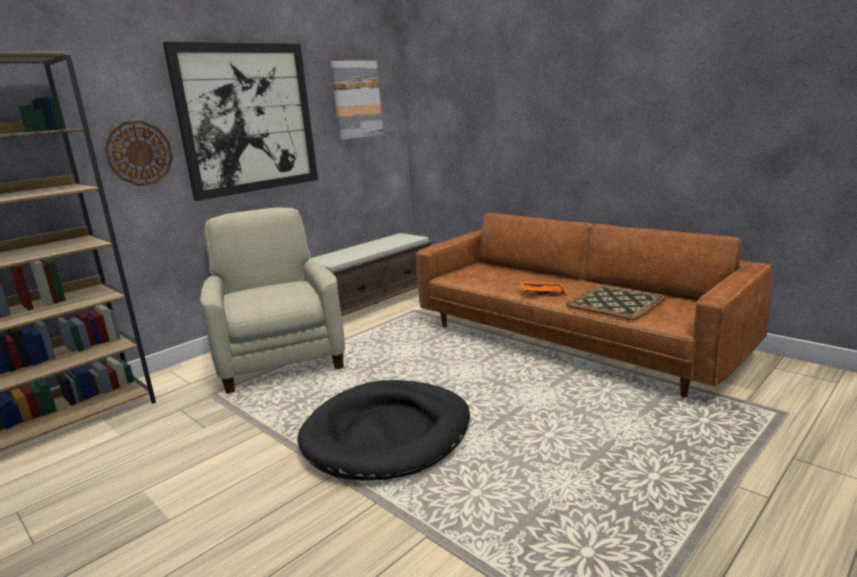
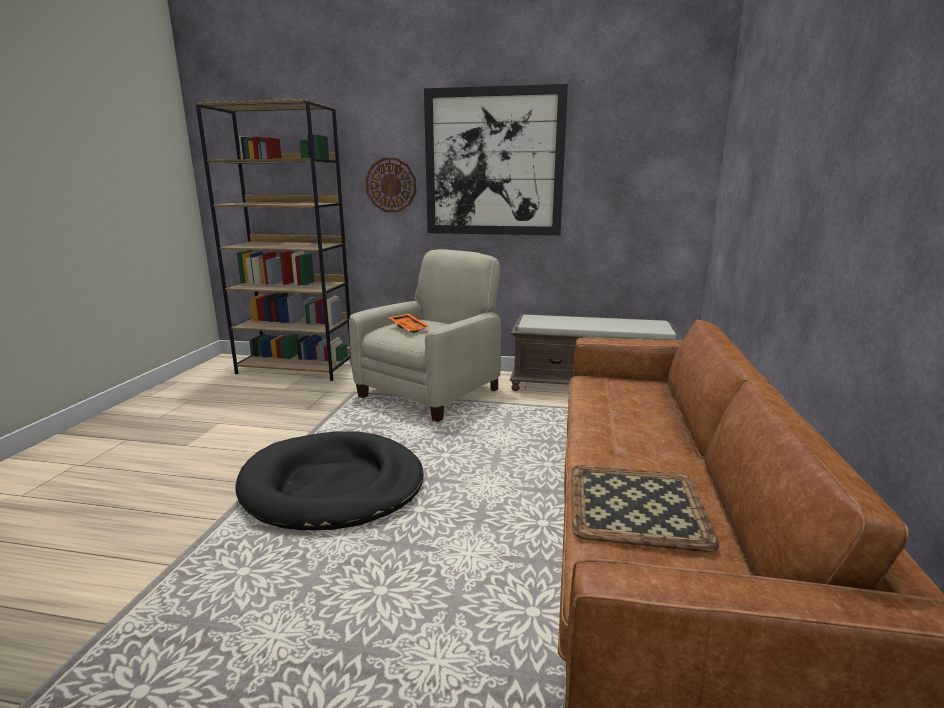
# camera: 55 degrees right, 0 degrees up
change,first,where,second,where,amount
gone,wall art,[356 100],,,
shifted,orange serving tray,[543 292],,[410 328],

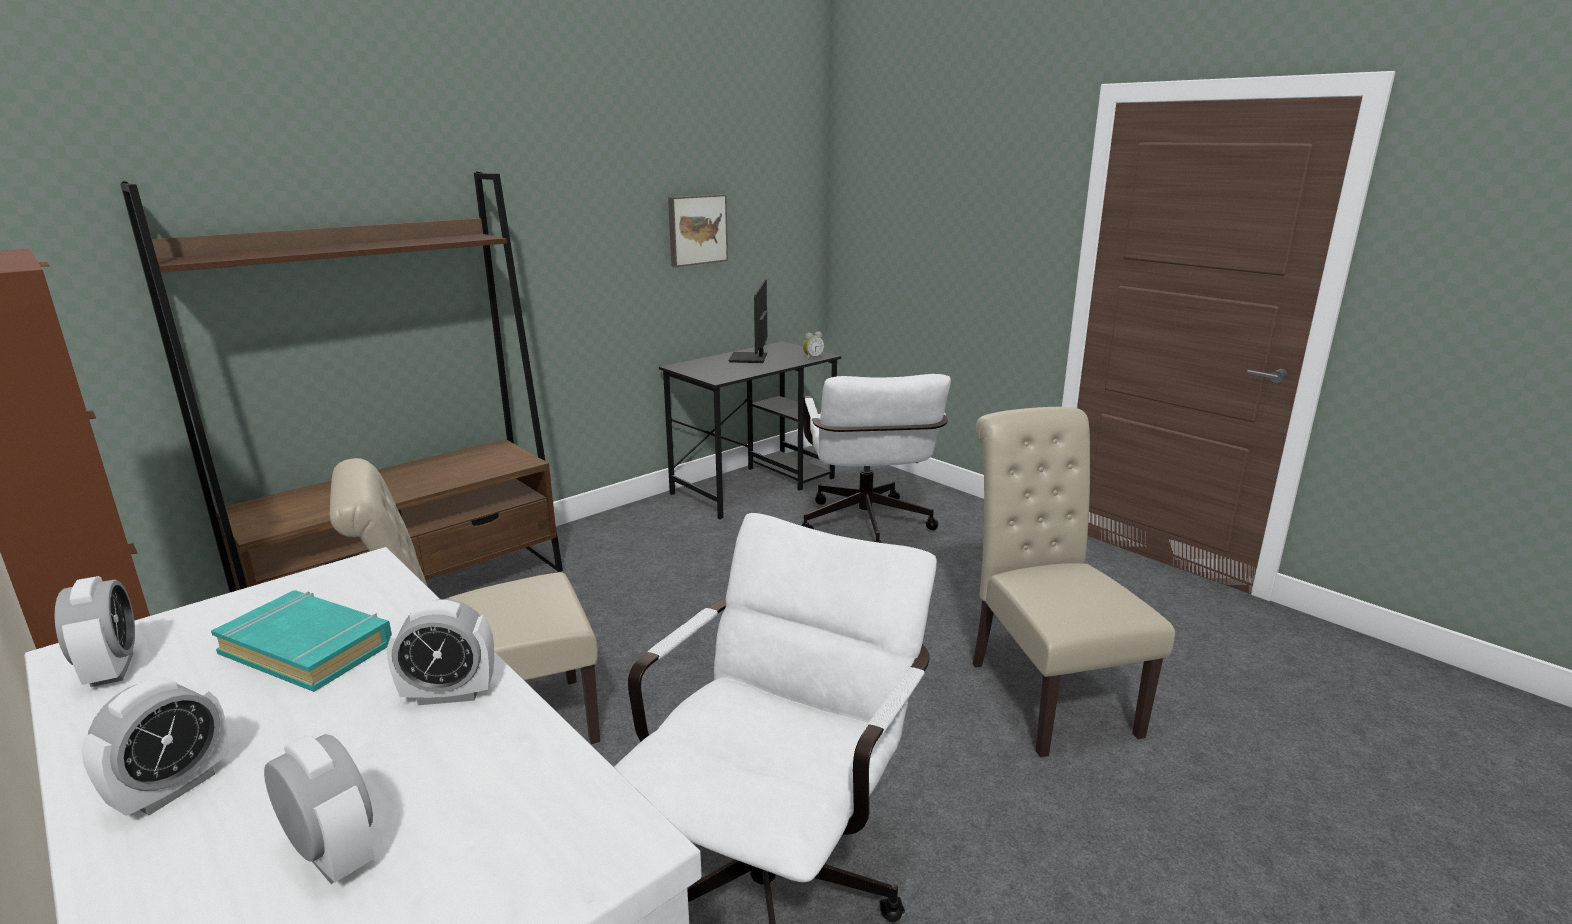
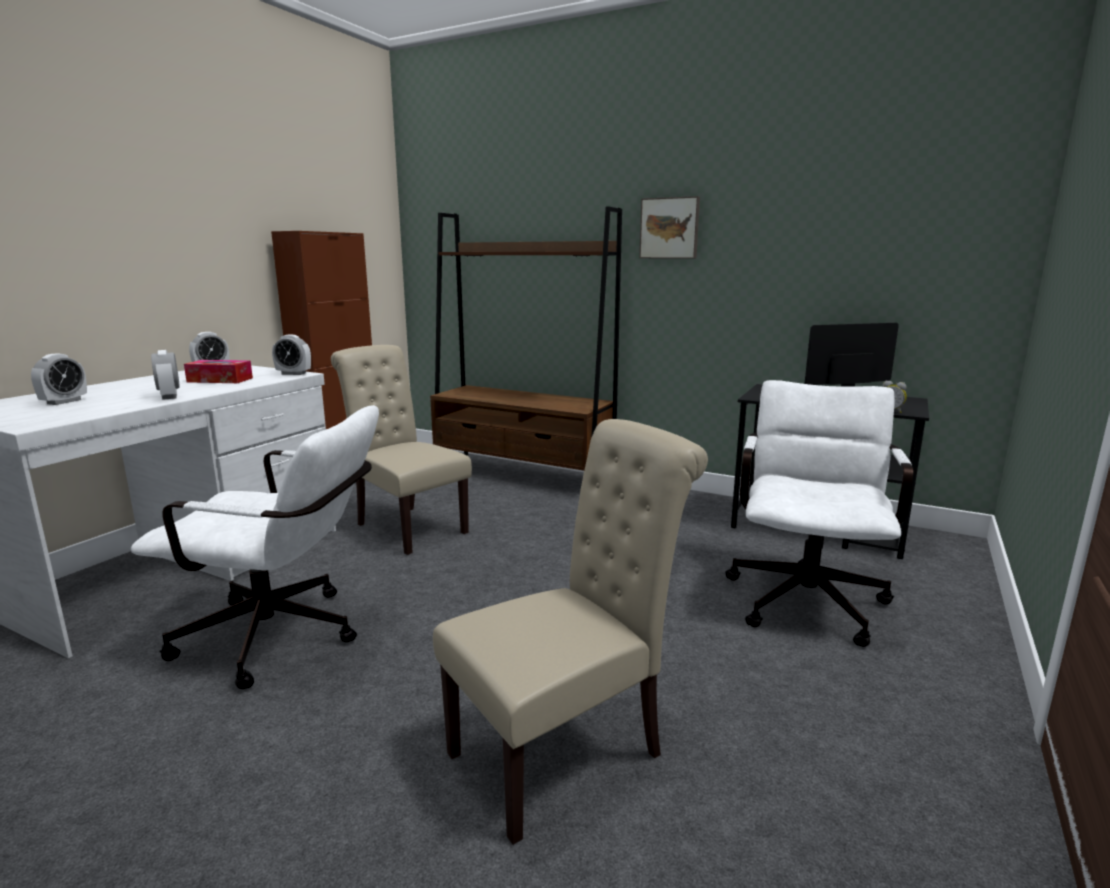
# camera: 70 degrees right, 5 degrees down
change,first,where,second,where,amount
shifted,table clock,[173 789],,[293 373],
swapped,turquoise-coloured book,[308 648],tissue box,[220 380],
shifted,wall art,[696 229],,[669 228],
rotated,white-coloured office chair,[867 530],,[806 595],135 degrees clockwise

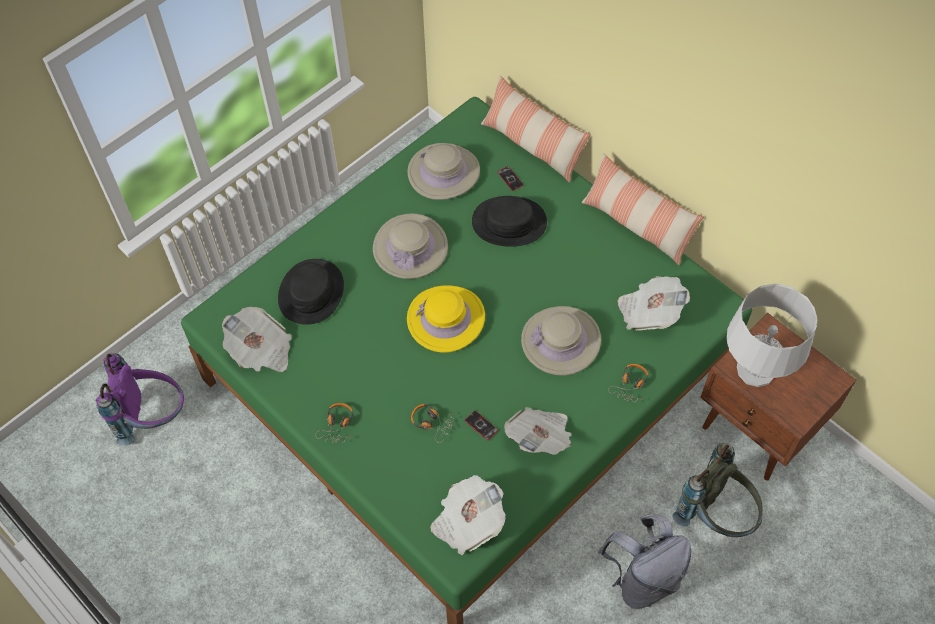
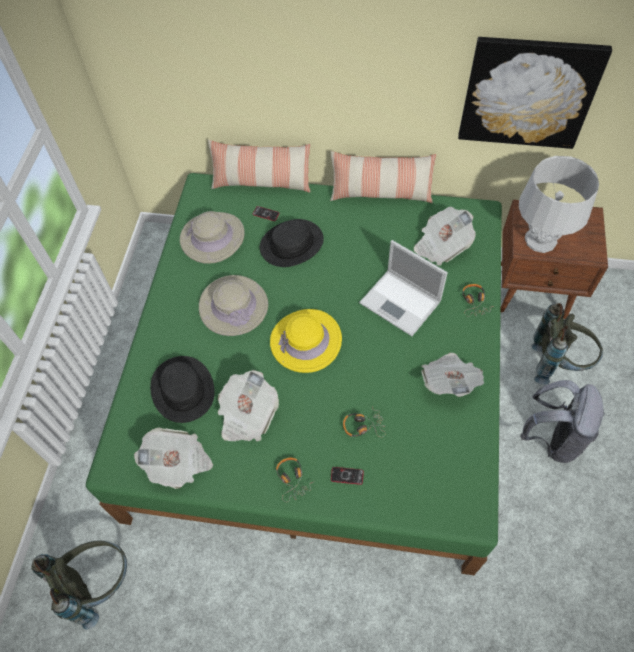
# camera: 35 degrees left, 0 degrees up
change,first,where,second,where,amount
repainted,purplish rucksack,[153 417],grey rucksack,[99 584],
shifted,daily paper,[467 522],,[247 415],
shifted,phone,[481 425],,[347 476],
swapped,beige-coloured clothing hat,[561 341],laptop,[401 303],
new,,,wall art,[528 93],

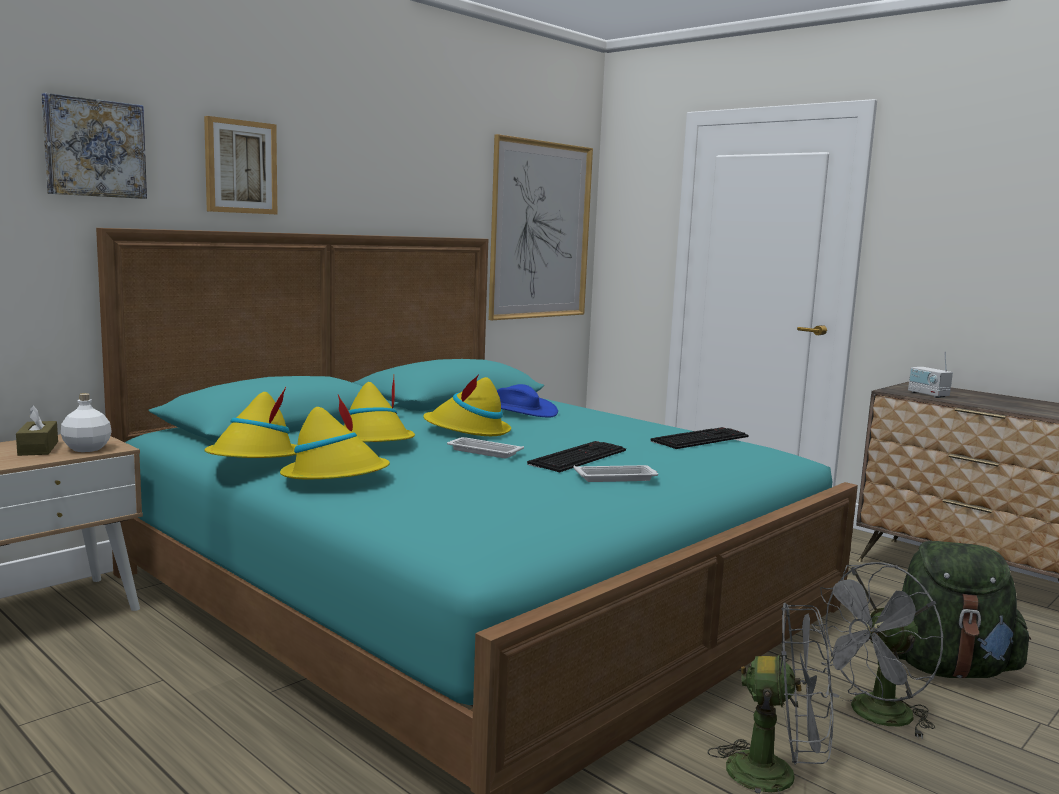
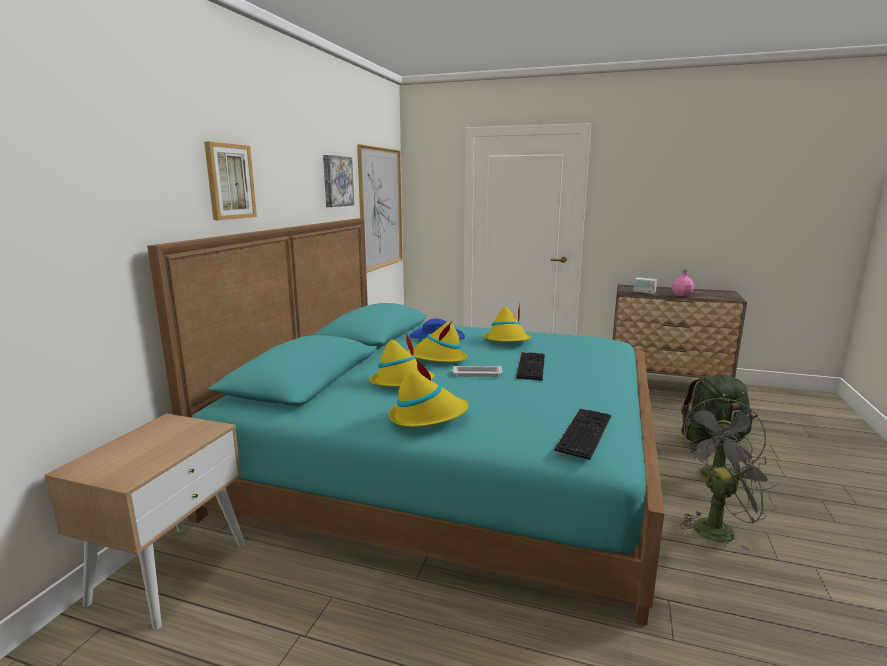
# camera: 25 degrees left, 5 degrees up
change,first,where,second,where,amount
gone,brown-coloured tissue box,[38 448],,,
shifted,wall art,[94 148],,[336 181],
gone,white-coloured beverage bottle,[87 449],,,
shifted,yellowish clothing hat,[255 458],,[507 341],
gone,white-coloured serving tray,[617 478],,,
shifted,computer keyboard,[700 438],,[583 432],
new,,,pink beverage bottle,[681 295],

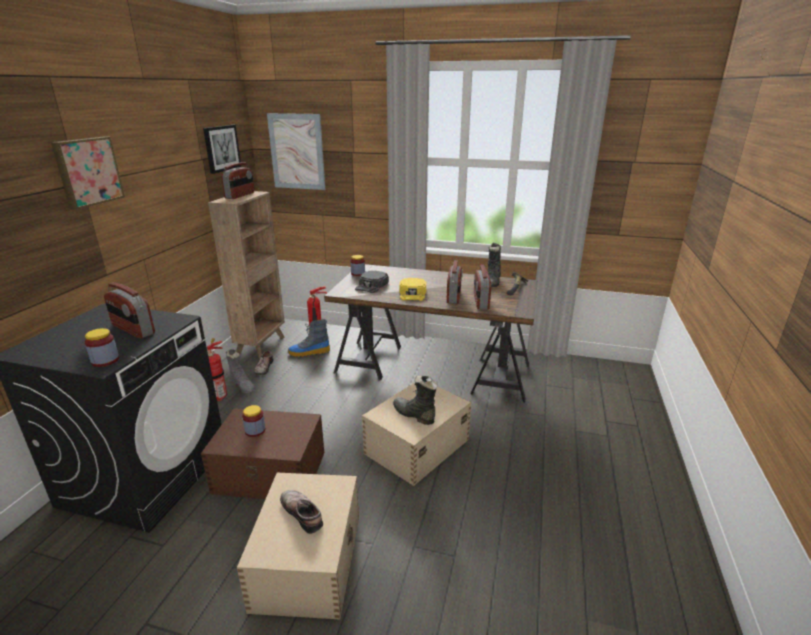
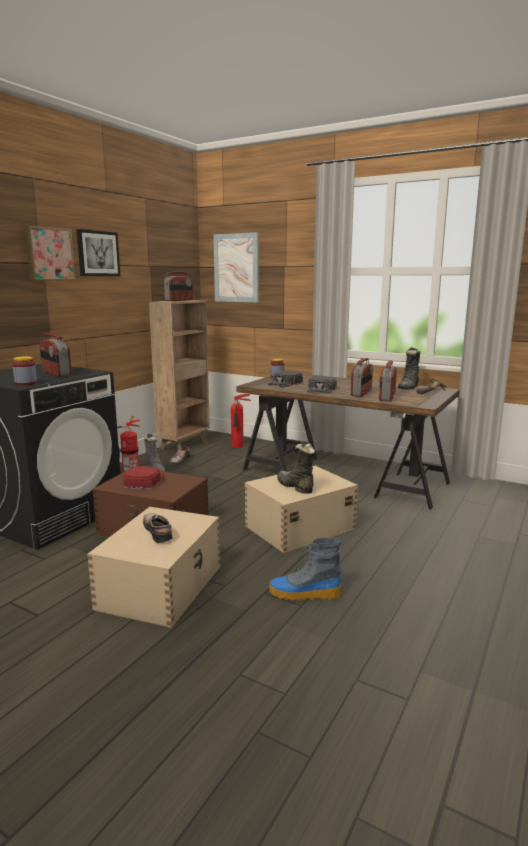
# camera: 15 degrees right, 10 degrees down
change,first,where,second,where,amount
shifted,wall art,[221 148],,[98 253],
swapped,preserve jar,[255 430],red baseball cap,[144 481],
shifted,boot,[309 352],,[304 594],
repainted,yellowish baseball cap,[413 293],black baseball cap,[321 389],

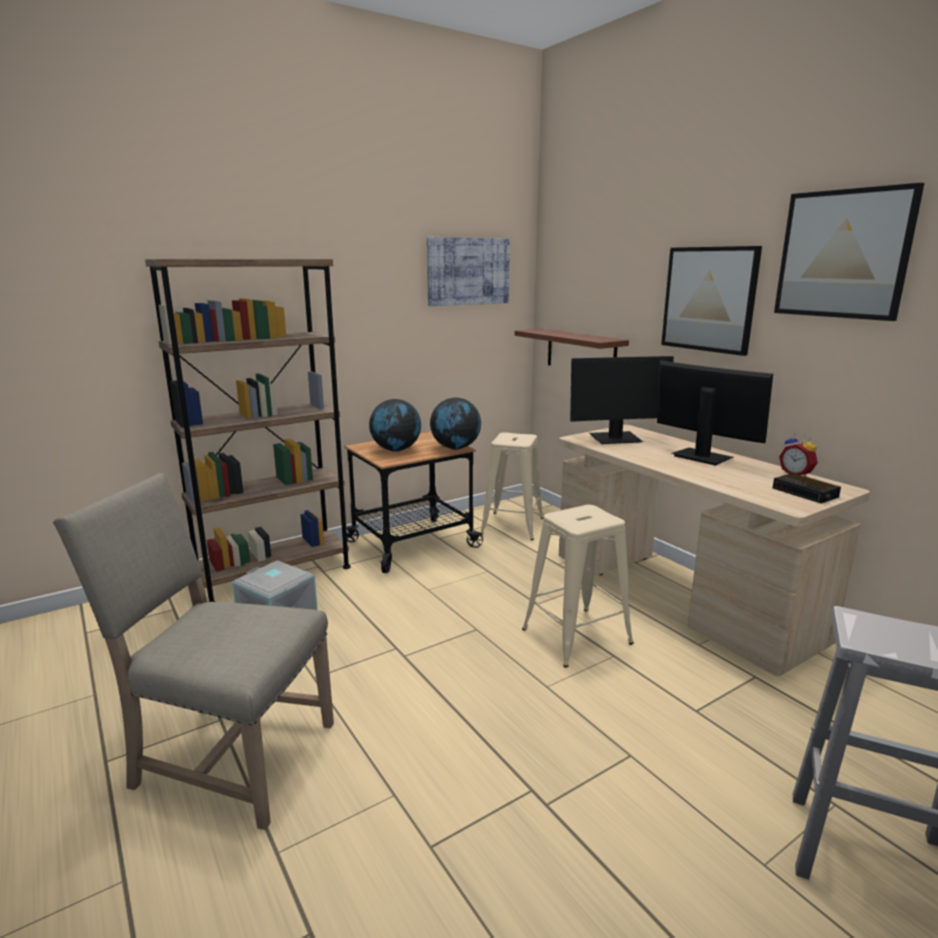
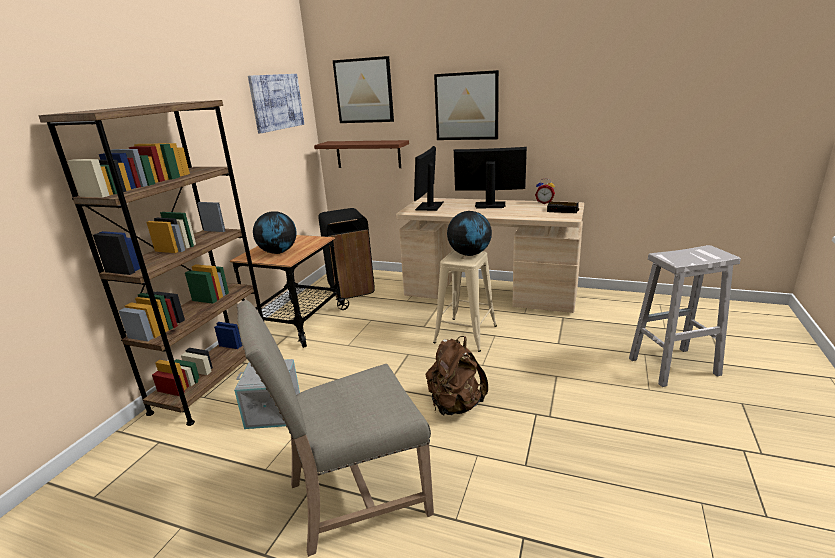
# camera: 35 degrees left, 5 degrees up
change,first,where,second,where,amount
shifted,world globe,[456 448],,[469 254],
swapped,beige-coloured stool seat,[512 526],black rubbish bin,[351 288],
rotated,monitor,[615 439],,[429 207],150 degrees clockwise
shifted,wall art,[843 254],,[364 91],
new,,,brown-coloured rucksack,[455 405],

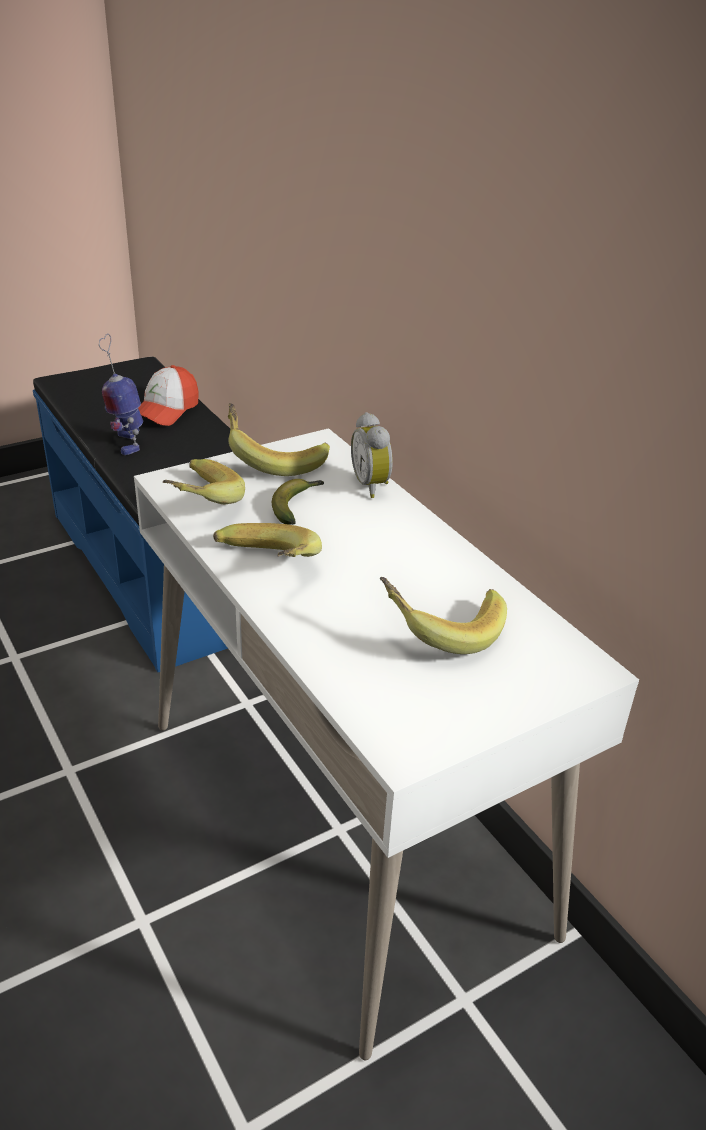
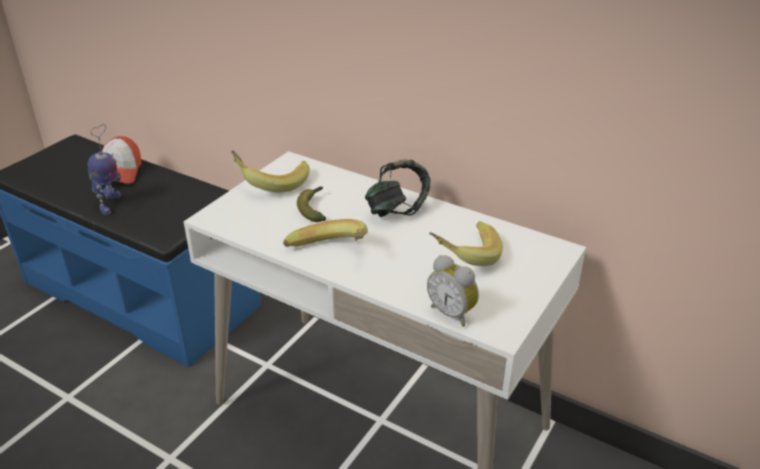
# camera: 25 degrees left, 0 degrees up
change,first,where,second,where,amount
rotated,model robot,[126 443],,[110 204],135 degrees counterclockwise
gone,banana fruit,[197 503],,,
shifted,table clock,[373 485],,[452 313],
new,,,headset,[397 210],

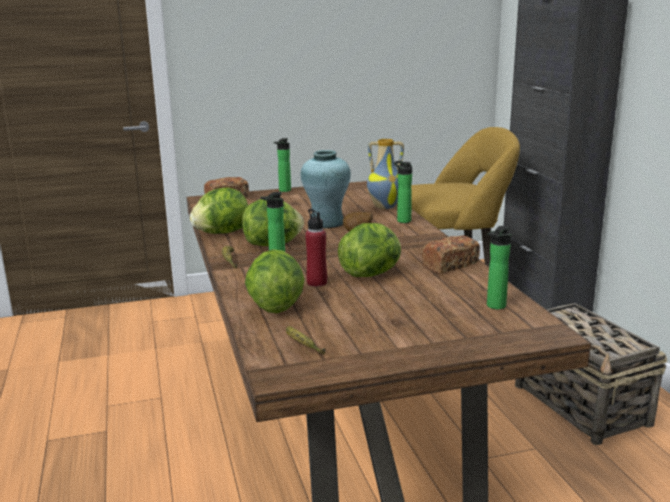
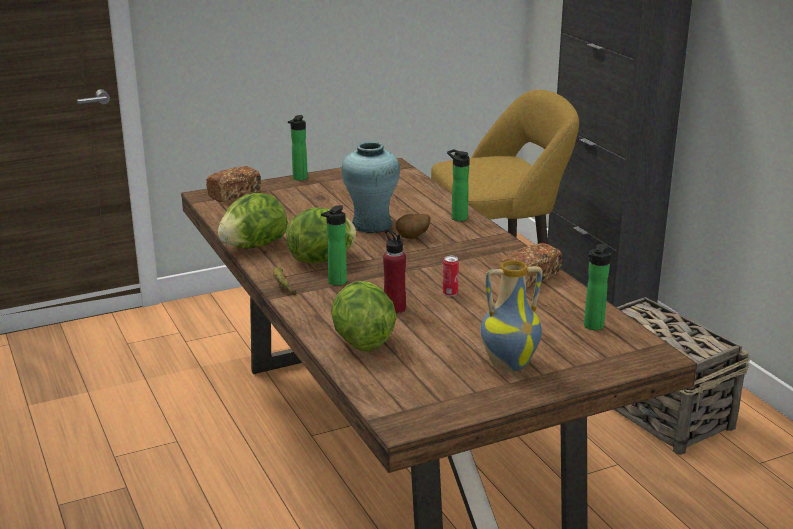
# camera: 10 degrees left, 5 degrees up
change,first,where,second,where,amount
gone,banana fruit,[301 346],,,
swapped,head of lettuce,[371 274],can,[450 293],
shifted,flower vase,[385 206],,[509 364],

